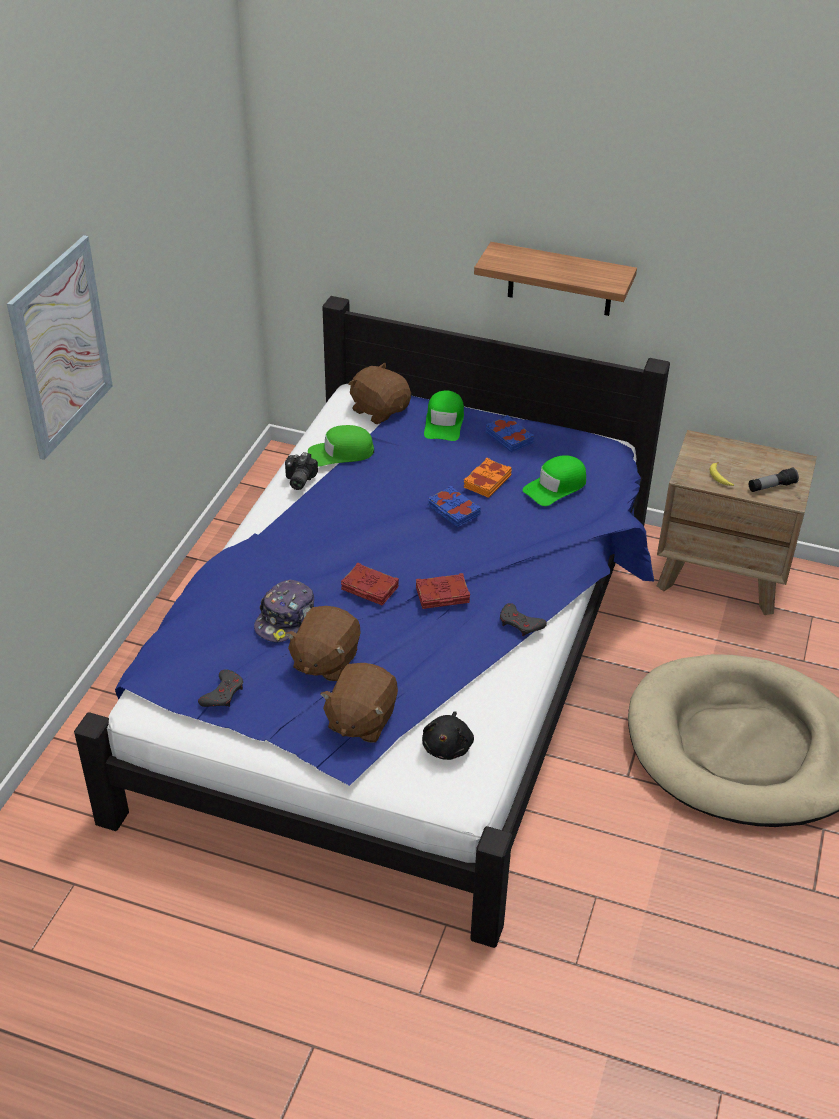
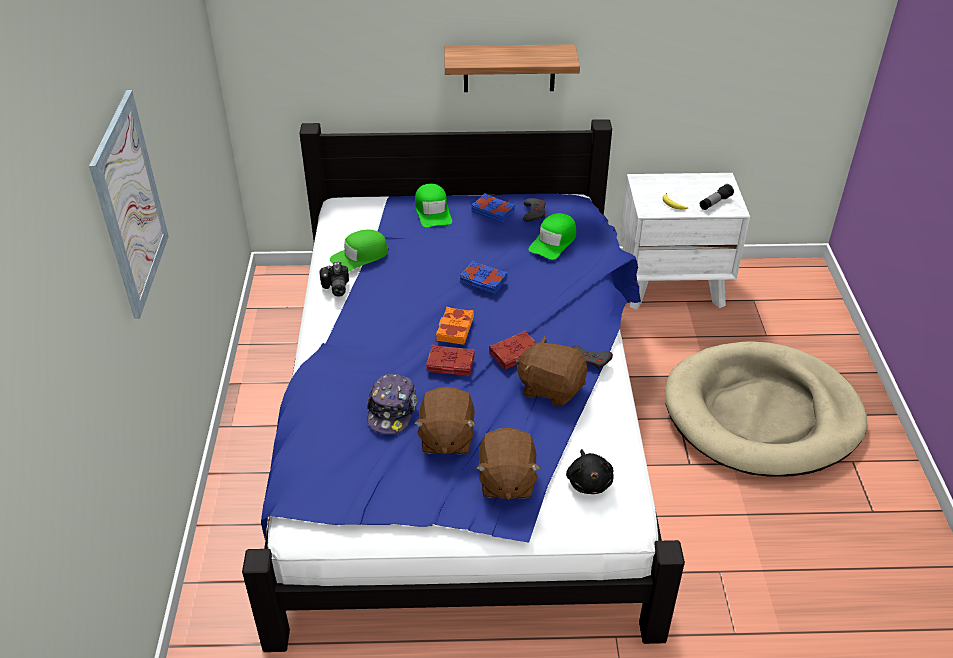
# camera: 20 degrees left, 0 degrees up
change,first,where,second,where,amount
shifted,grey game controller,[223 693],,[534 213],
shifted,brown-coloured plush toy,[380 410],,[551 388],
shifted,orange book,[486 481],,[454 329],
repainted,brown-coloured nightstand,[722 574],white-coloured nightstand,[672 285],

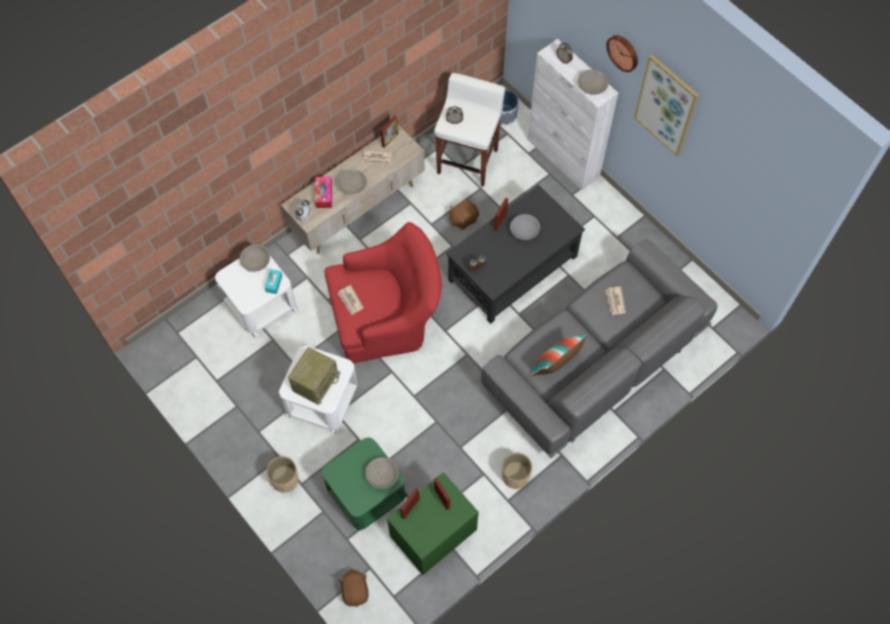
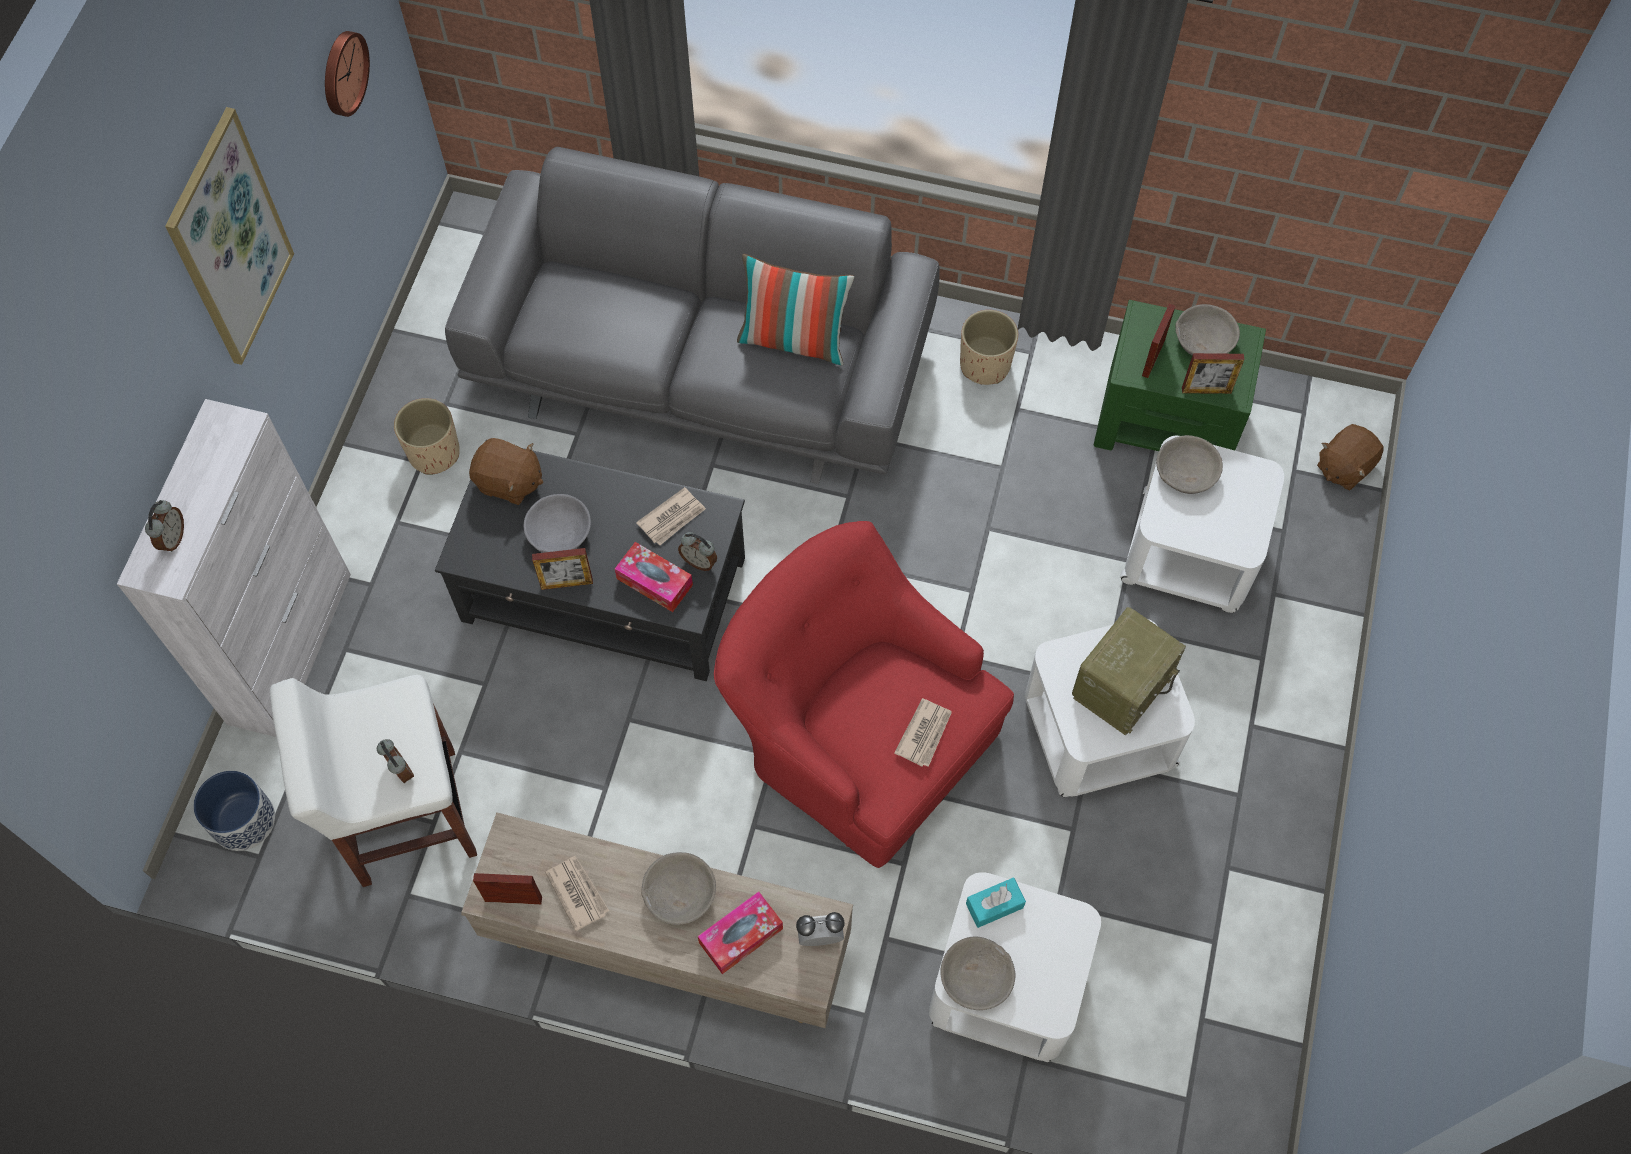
# camera: 125 degrees left, 0 degrees up
change,first,where,second,where,amount
shifted,beige-coloured plant pot,[285 479],,[433 452],
rotated,radio set,[315 382],,[1121 685],135 degrees clockwise
repainted,greenish end table,[366 493],white-coloured end table,[1191 552],
shifted,brown-coloured plush toy,[463 219],,[509 482],
shifted,grey bowl,[591 87],,[1204 341],
shifted,clock on the wall,[623 52],,[342 73],
shifted,daily paper,[615 301],,[672 518],
new,,,tissue box,[654 582],

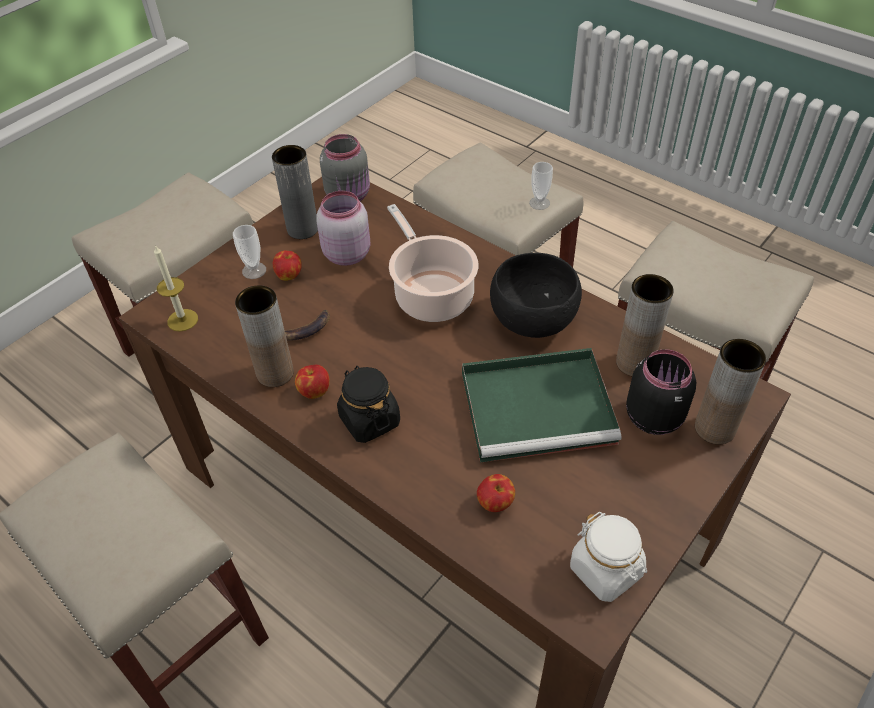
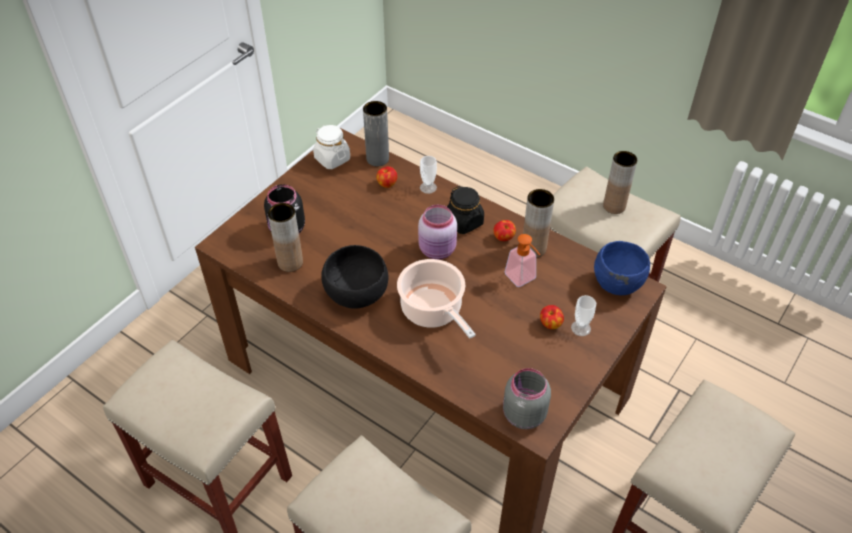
# camera: 175 degrees right, 0 degrees up
change,first,where,second,where,amount
swapped,wax candle,[182 320],blue bowl,[616 284],
shifted,grey flower vase,[302 229],,[377 159],
swapped,banana fruit,[305 329],soap bottle,[523 280],
shifted,pink preserve jar,[346 253],,[438 250],
gone,greenish serving tray,[540 407],,,
shifted,drinking cup,[539 203],,[428 187],
shifted,brown-coloured flower vase,[714 428],,[614 206],

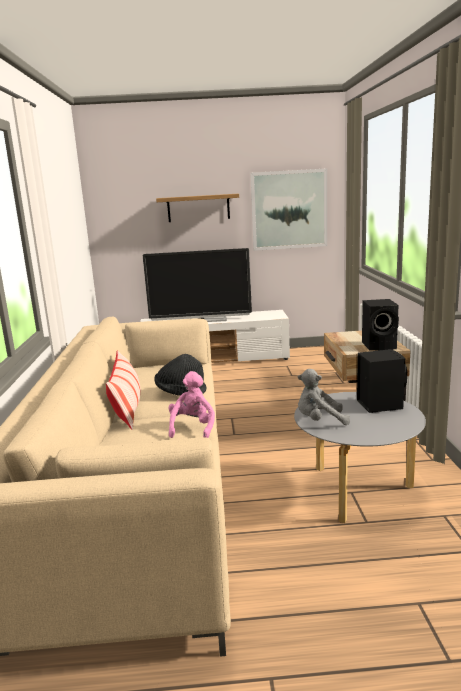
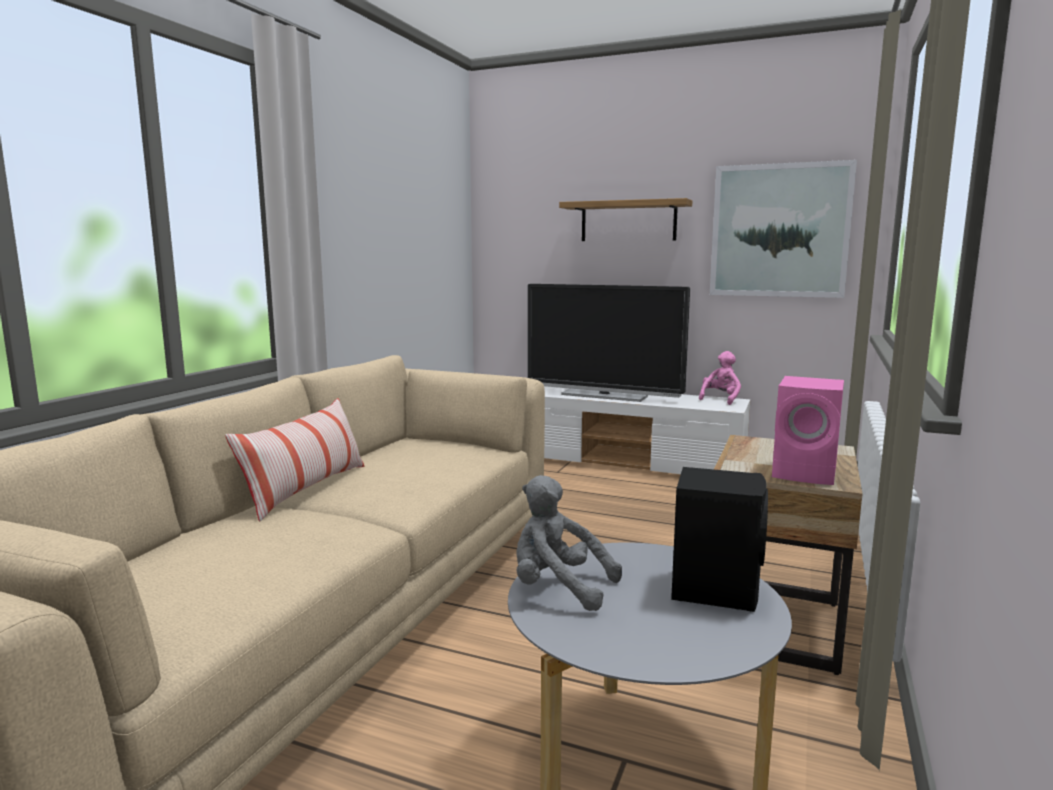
# camera: 25 degrees right, 5 degrees down
change,first,where,second,where,amount
gone,black clothing hat,[180 392],,,
shifted,pink plush toy,[193 428],,[720 399],
repainted,black speaker,[380 346],pink speaker,[807 473],

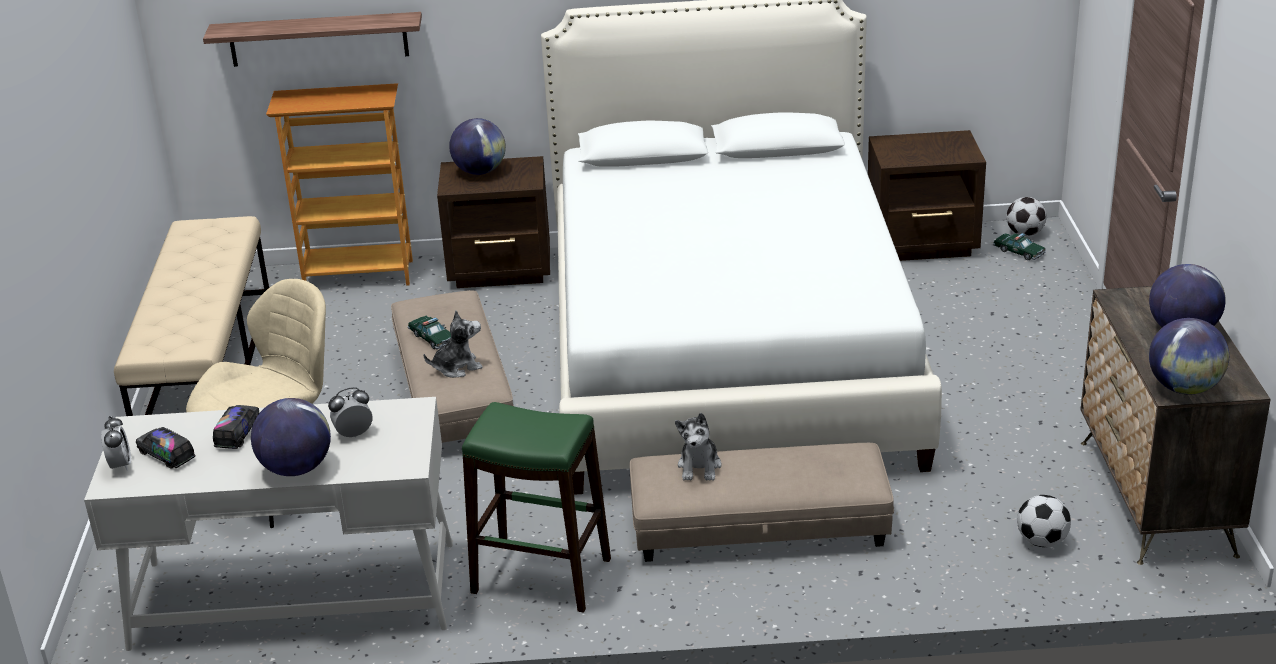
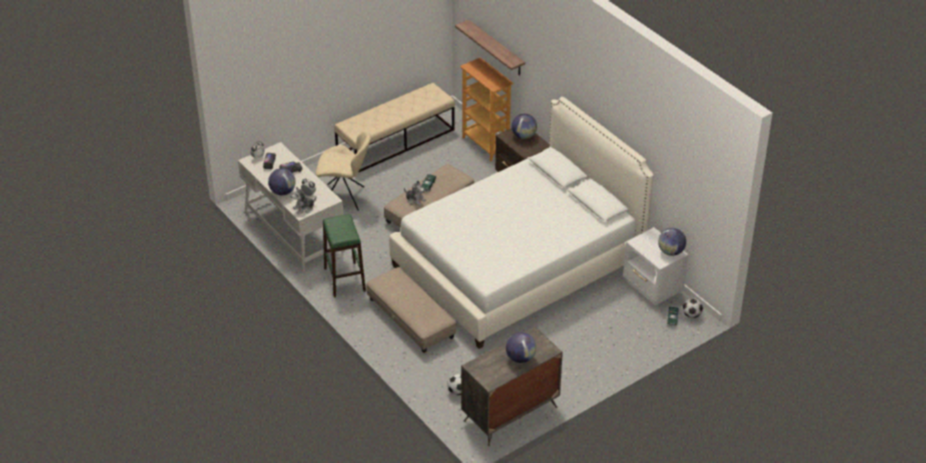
# camera: 55 degrees right, 10 degrees up
change,first,where,second,where,amount
shifted,plush toy,[699 466],,[304 208],
repainted,brown-coloured nightstand,[924 244],white-coloured nightstand,[652 288],
shifted,world globe,[1184 388],,[671 252],

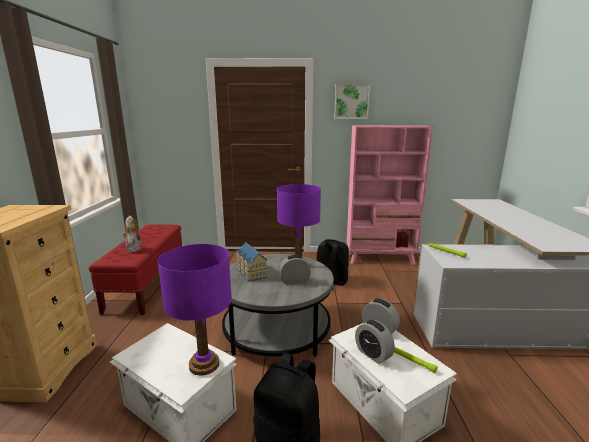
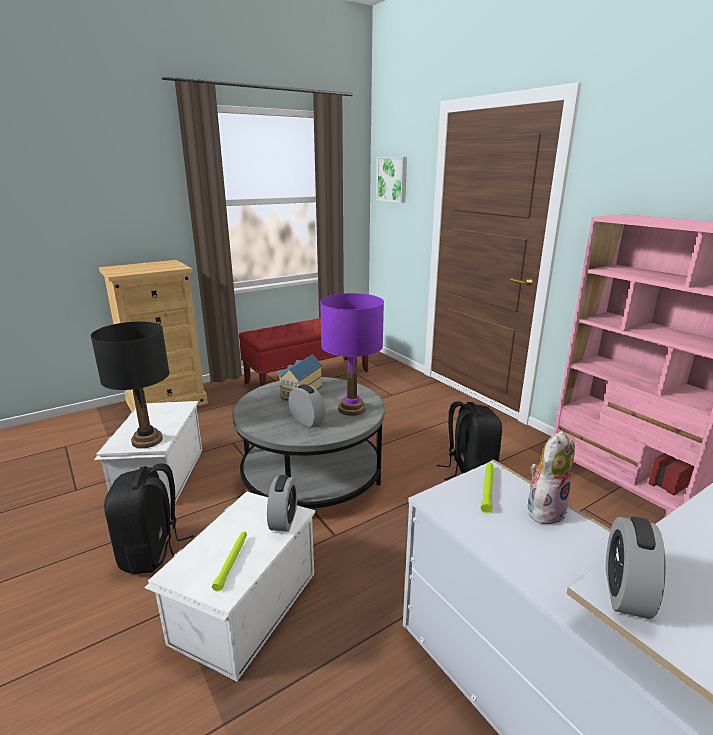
# camera: 55 degrees right, 5 degrees up
change,first,where,second,where,amount
shifted,plush toy,[133 249],,[544 509],
repainted,purplish table lamp,[204 364],black table lamp,[147 440],
shifted,wall art,[351 101],,[393 179],
shifted,table clock,[373 354],,[625 592],

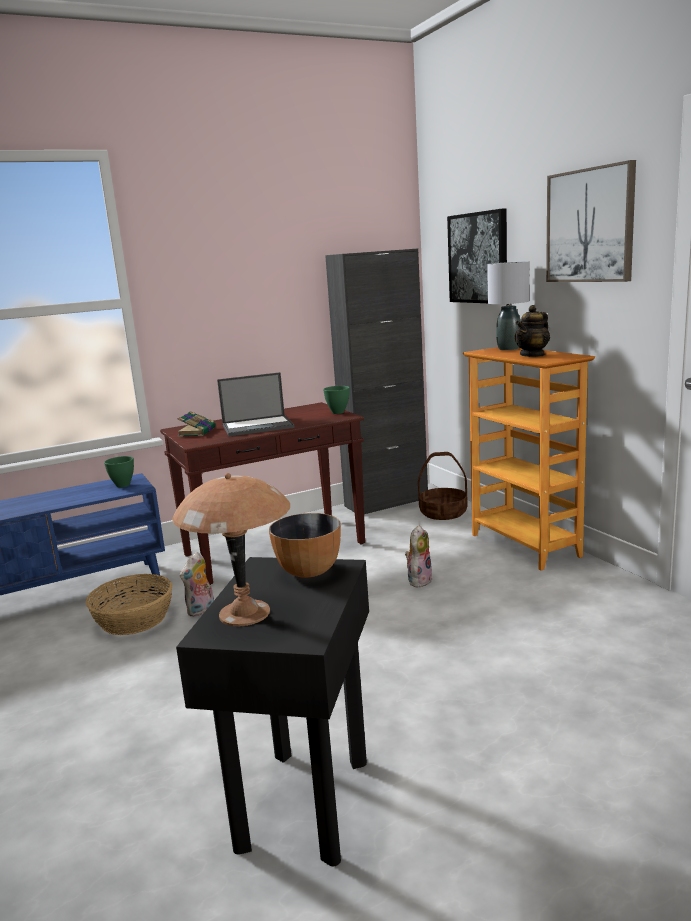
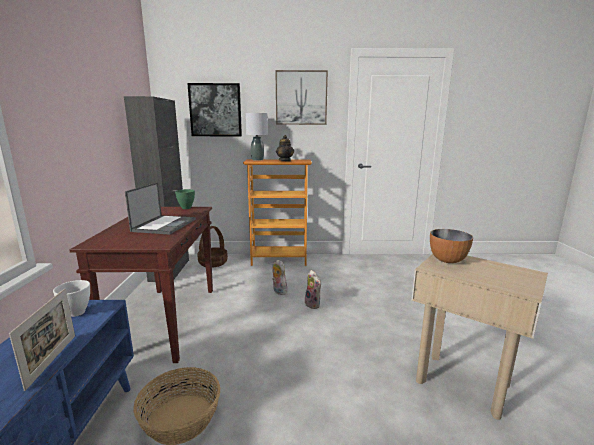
# camera: 65 degrees left, 0 degrees up
change,first,where,second,where,amount
repainted,greenish bowl,[123 485],white-coloured bowl,[77 313],
gone,brown-coloured table lamp,[245 613],,,
repainted,black end table,[302 803],beige-coloured end table,[462 384],
gone,book,[197 432],,,
shifted,plush toy,[201 611],,[313 304],
new,,,photo frame,[52 360],

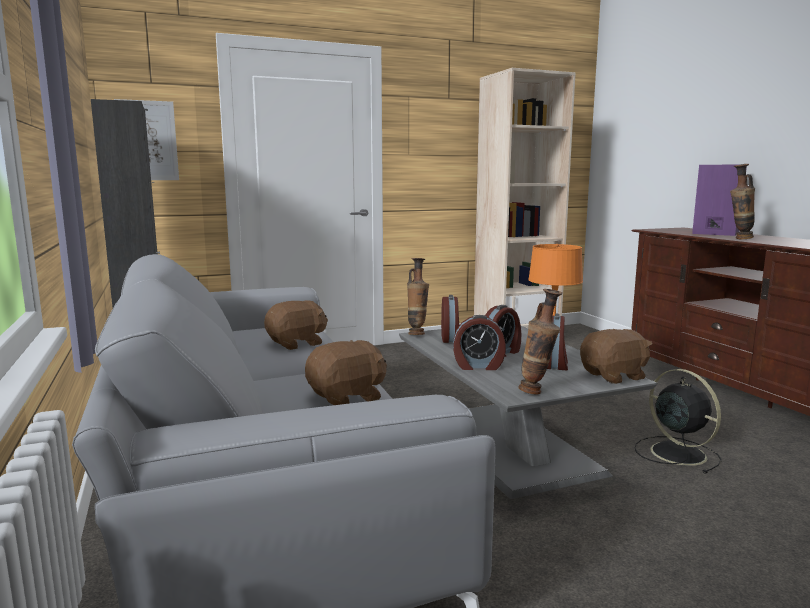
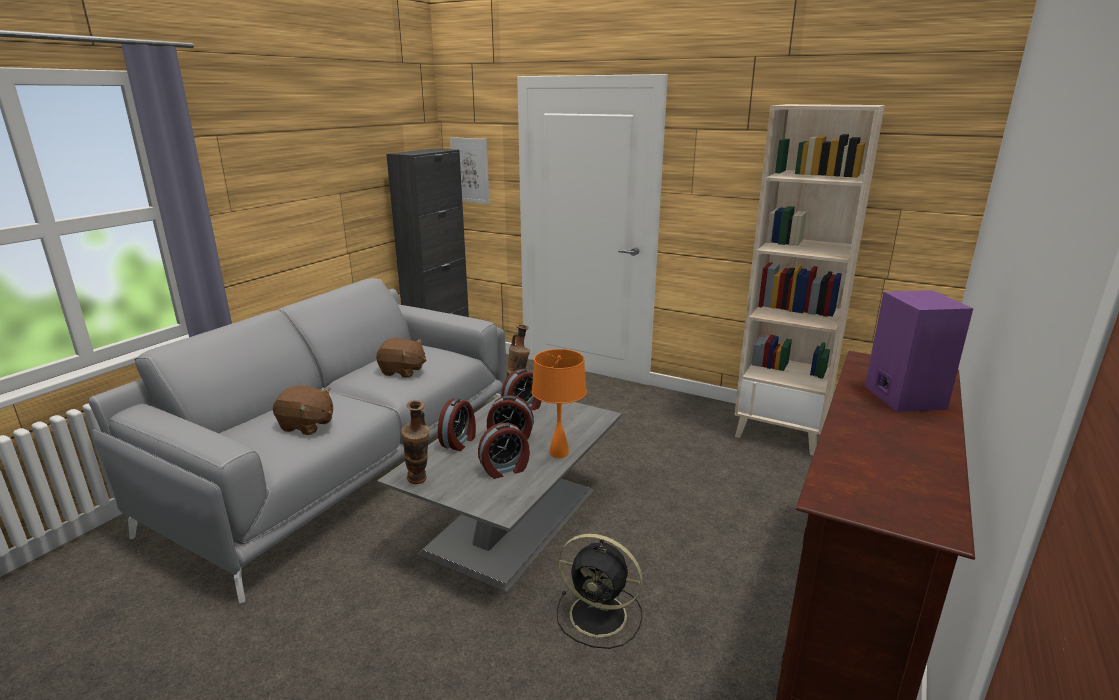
# camera: 50 degrees right, 10 degrees up
change,first,where,second,where,amount
rotated,table clock,[478 366],,[459 442],120 degrees counterclockwise
gone,brown-coloured plush toy,[614 376],,,
rotated,black cooling fan,[676 452],,[600 615],90 degrees clockwise
gone,flower vase,[739 239],,,

